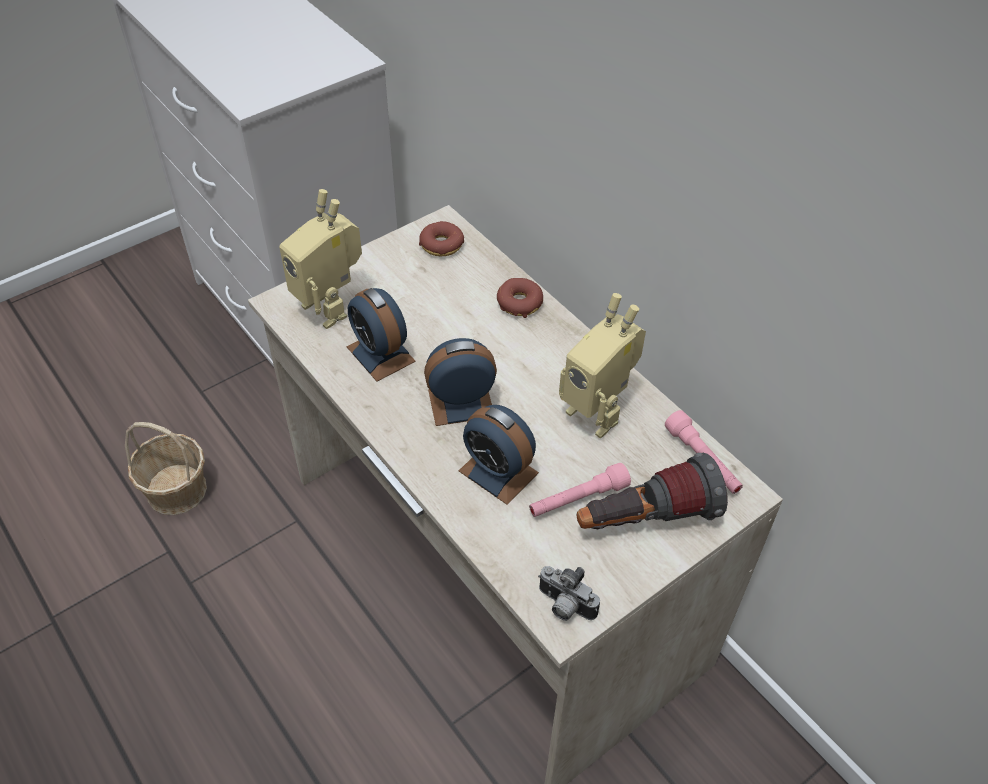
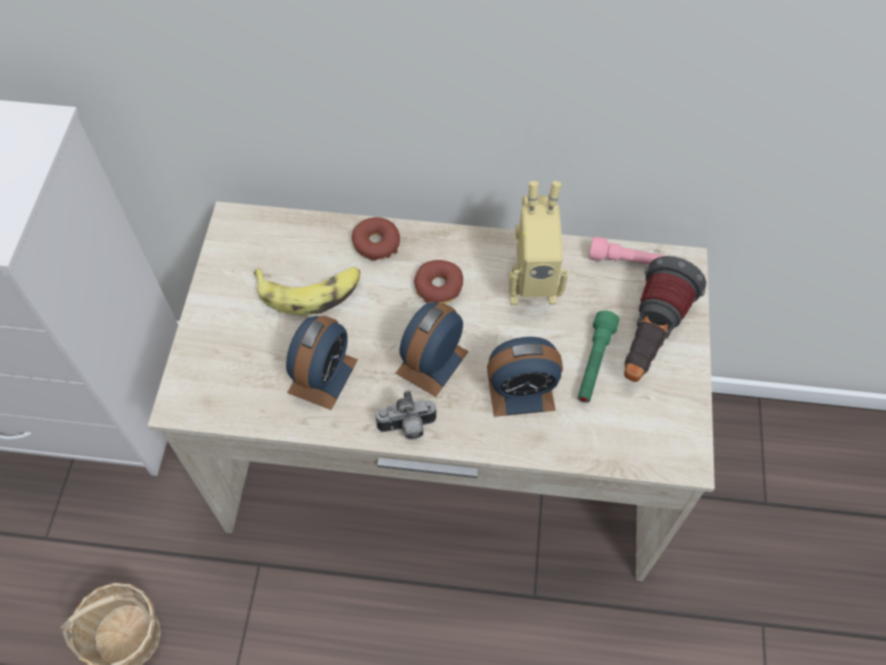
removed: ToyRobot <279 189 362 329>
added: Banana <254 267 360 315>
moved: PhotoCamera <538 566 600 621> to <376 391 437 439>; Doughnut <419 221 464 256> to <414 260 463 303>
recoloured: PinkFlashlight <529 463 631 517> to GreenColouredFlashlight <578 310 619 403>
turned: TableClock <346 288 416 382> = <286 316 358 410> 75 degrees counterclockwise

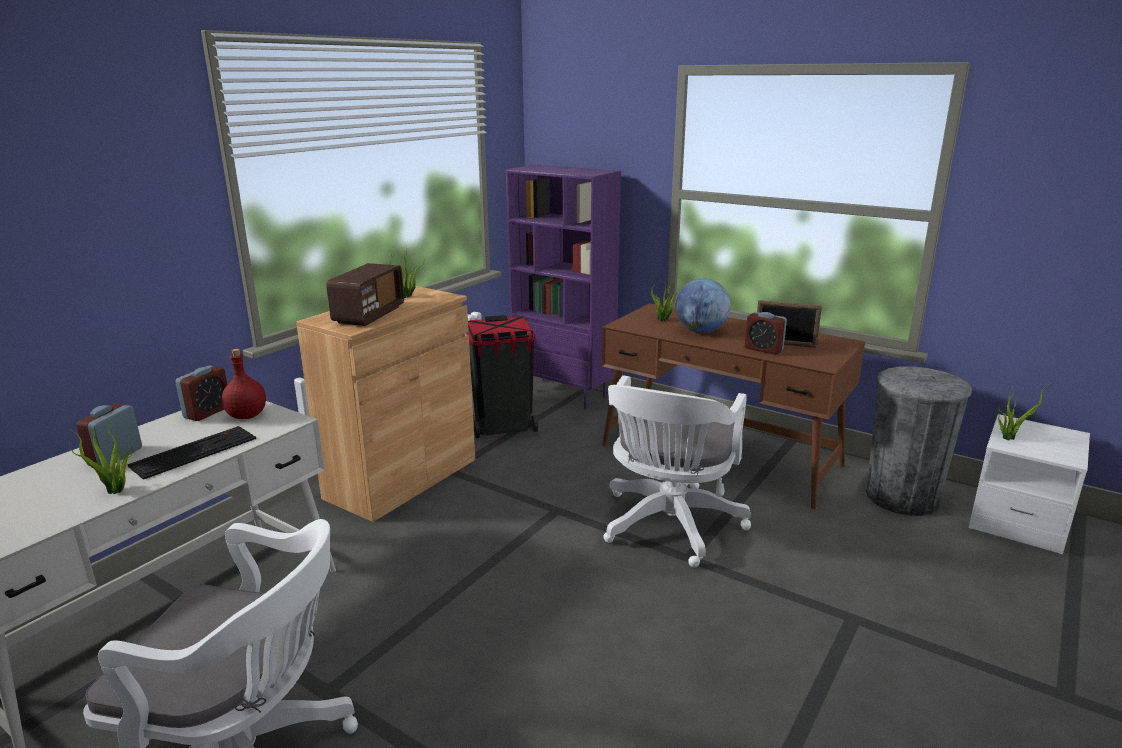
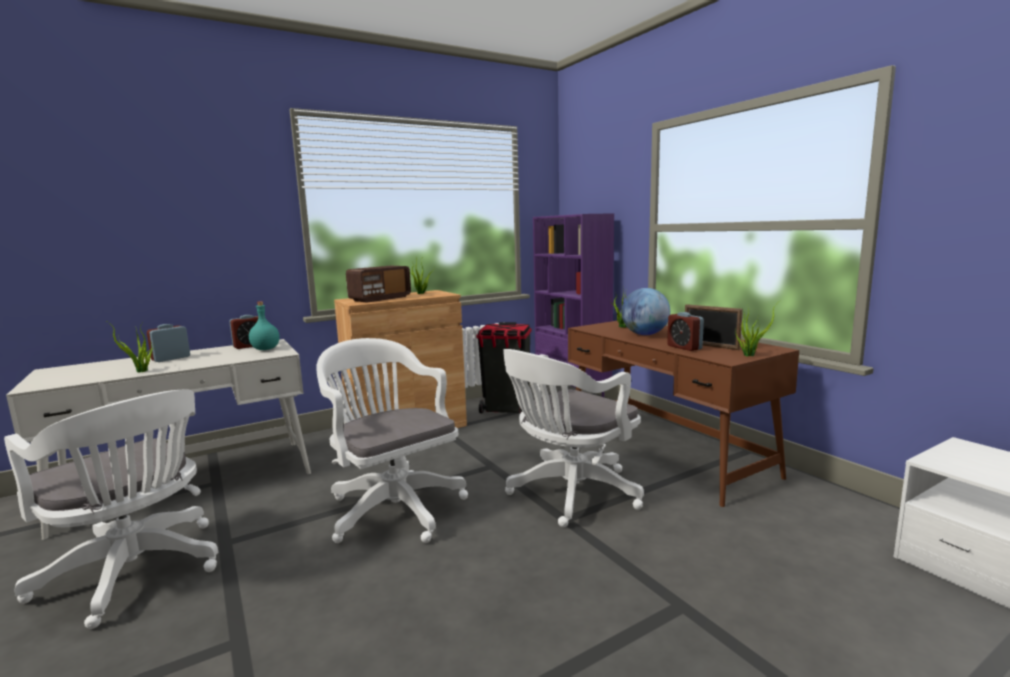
removed: PcKeyboard <127 426 256 480>; GreyTrashCan <866 367 972 516>
added: WhiteColouredDeskChair <316 338 468 543>
moved: PottedPlant <998 383 1050 441> to <735 305 776 356>
recoloured: ReddishBeverageBottle <222 349 266 419> to BlueGreenBeverageBottle <249 301 280 350>

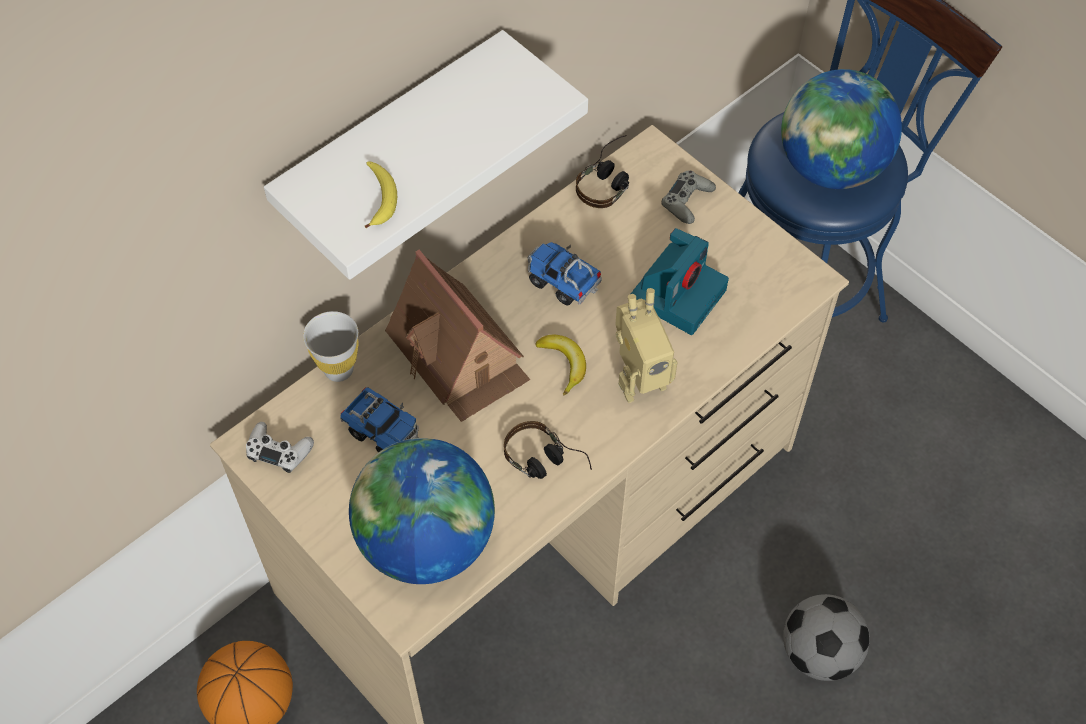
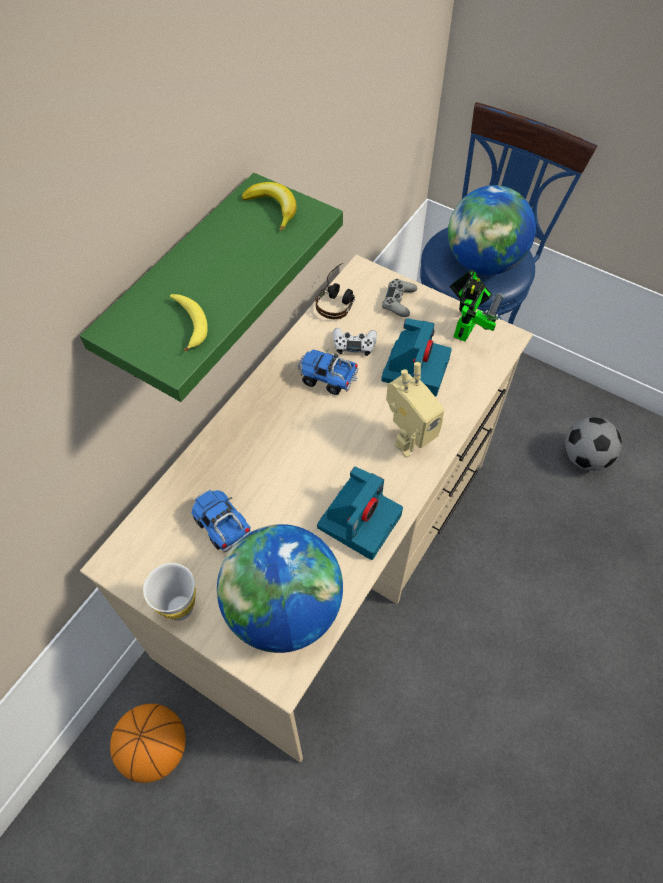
removed: ModelHouse <385 250 530 422>
added: ToyRobot <450 269 503 342>
moved: WhiteColouredSmallCup <303 311 359 382> to <143 563 196 621>; Banana <536 335 586 395> to <242 182 297 231>; WhiteColouredGameController <246 422 314 473> to <333 328 377 356>; BallForFootball <783 594 870 681> to <565 417 622 471>
replaced: PairOfHeadphones <504 421 592 479> to PhotoCamera <317 466 403 560>
recoloured: WhiteColouredBracketShelf <264 30 588 280> to GreenColouredBracketShelf <80 173 343 402>
turned: ToyTruck <340 387 419 452> = <191 490 251 553> 150 degrees counterclockwise

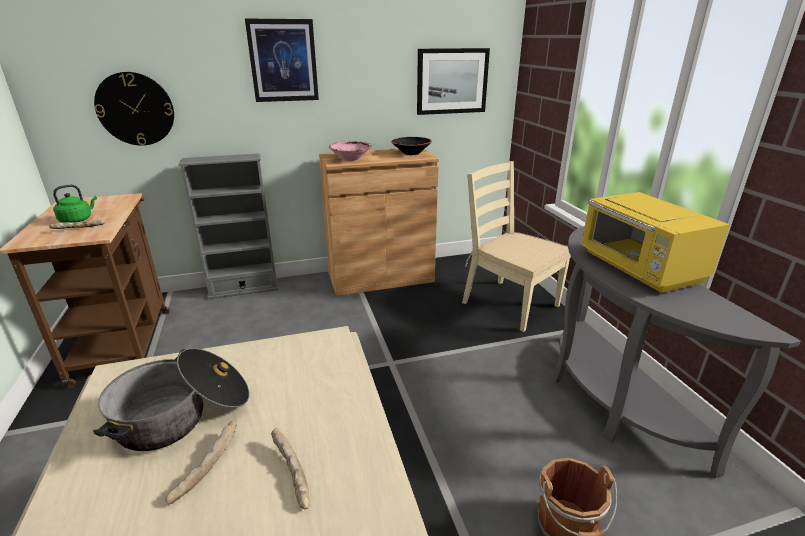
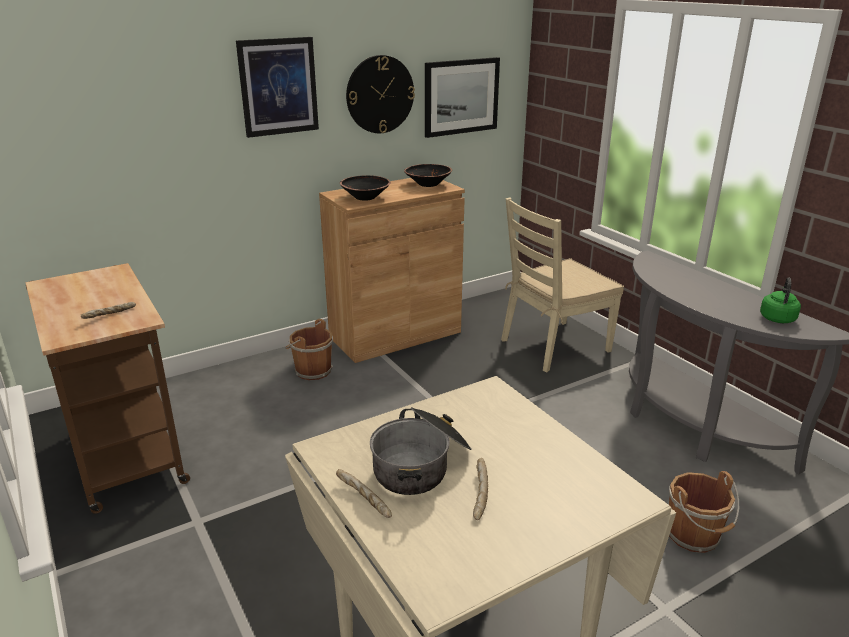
removed: GreyBookcase <178 153 279 299>; YellowColouredMicrowaveOven <581 192 730 293>
added: BrownishBucket <285 319 333 380>
moved: BakeryBread <271 428 310 509> to <336 469 392 518>; HangingClock <94 72 174 146> to <346 55 415 133>; GreenColouredKettle <53 184 97 223> to <760 277 801 323>
recoloured: PinkDeepDish <329 141 372 161> to BlackishDeepDish <340 175 391 201>
turned: SandColouredPlainChair <462 161 571 332> = <501 197 624 372> 60 degrees counterclockwise

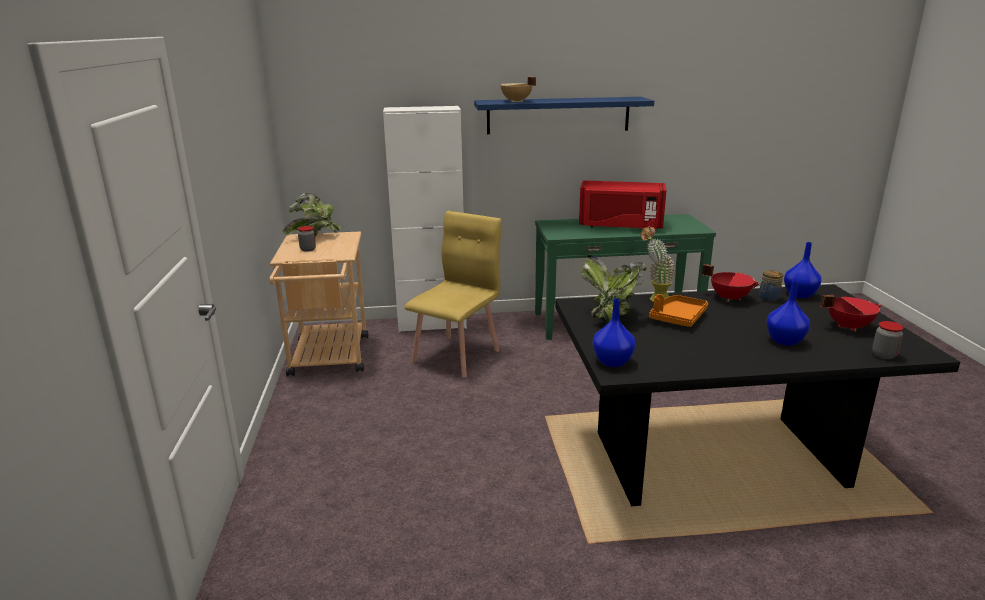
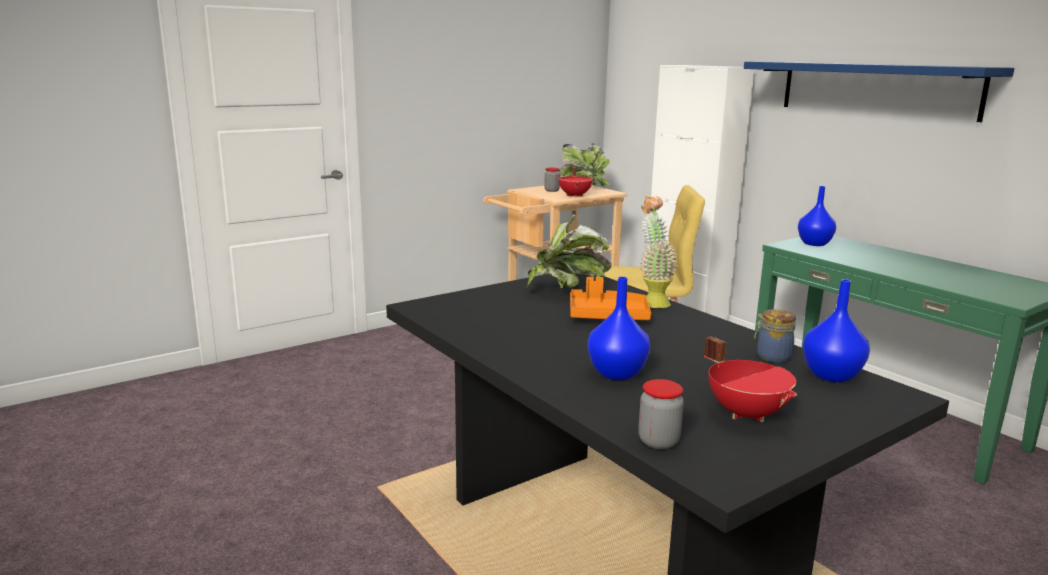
removed: SandColouredCookingPot <501 77 536 102>; ReddishMicrowaveOven <579 180 666 229>
moved: ReddishCookingPot <702 264 760 302> to <558 166 593 198>; BlueColouredFlowerVase <593 298 635 367> to <798 186 836 246>

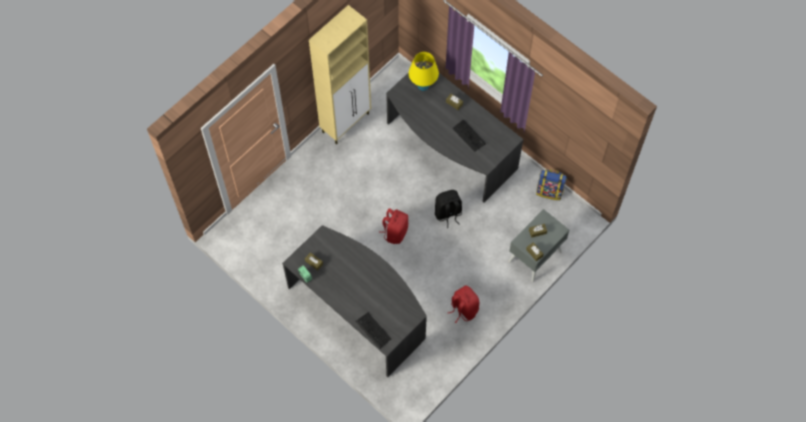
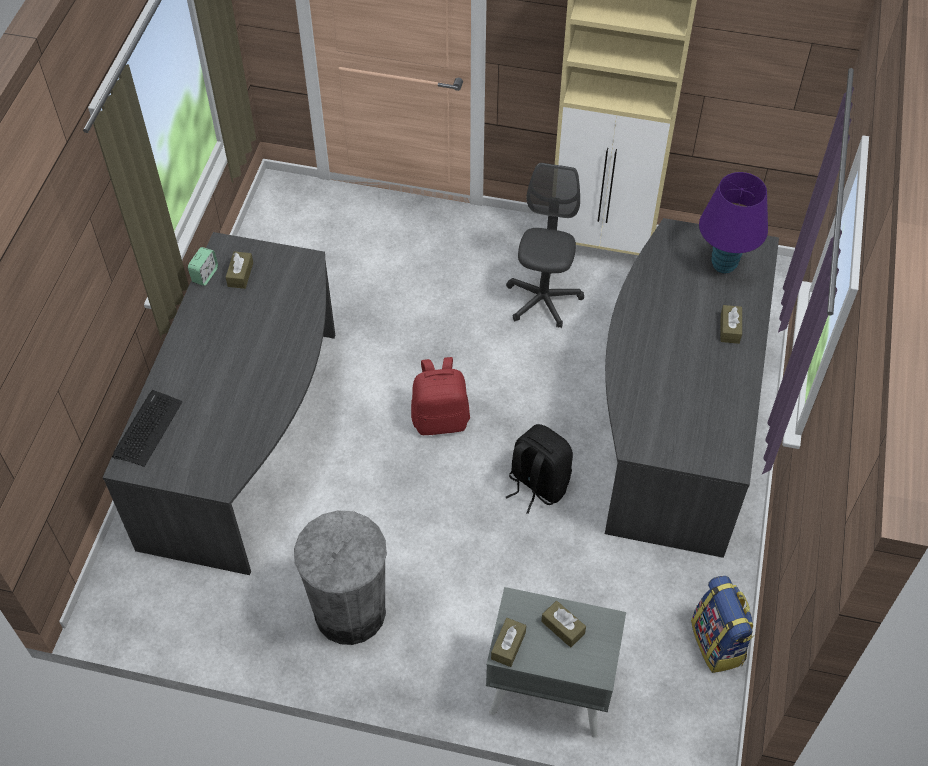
removed: PcKeyboard <452 120 486 152>
added: GreyDeskChair <506 163 584 328>
replaced: ReddishKnapsack <448 285 479 323> to GreyTrashCan <294 510 387 645>
recoloured: YellowColouredLampForATable <409 52 439 91> to PurpleColouredLampForATable <699 172 768 273>

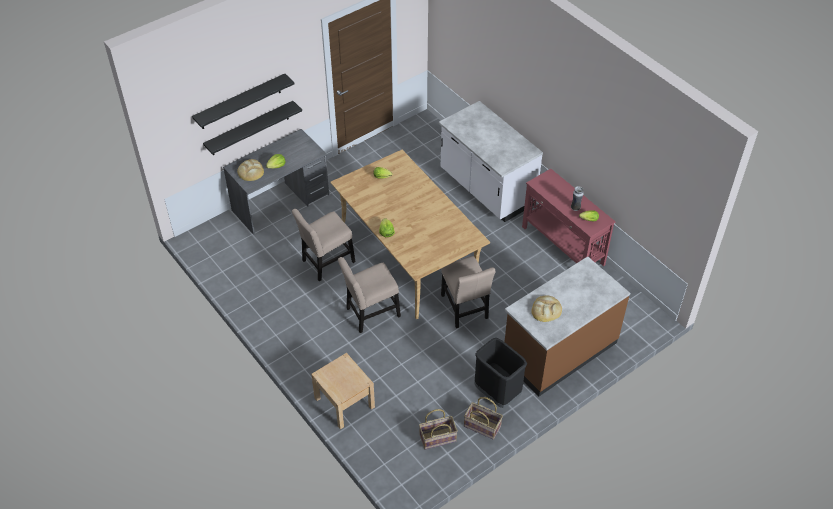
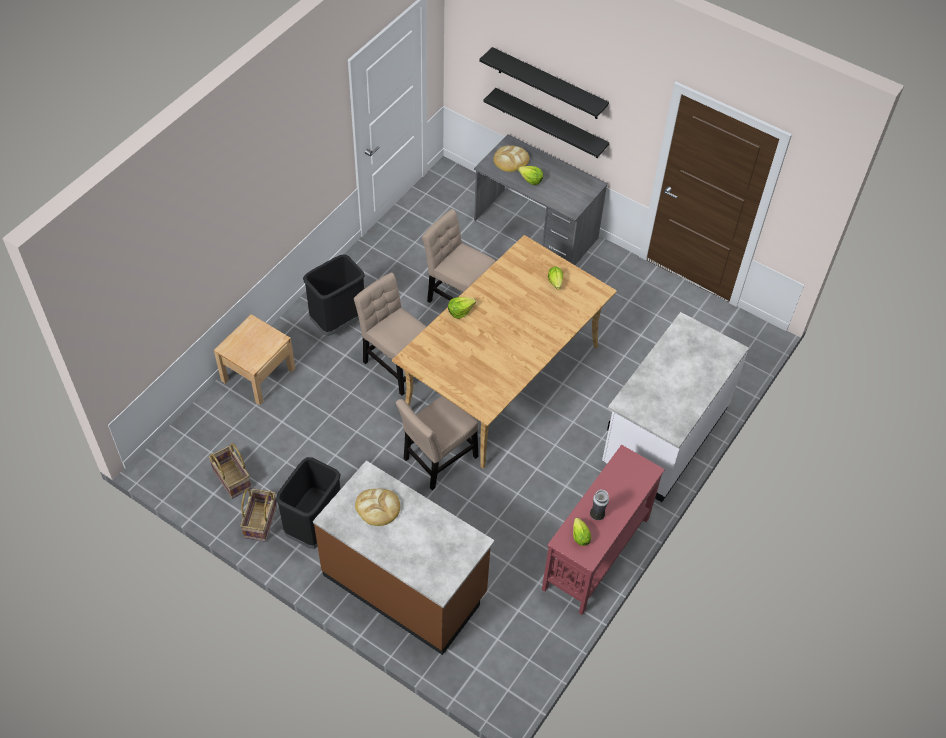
added: BlackishTrashCan <303 254 365 336>

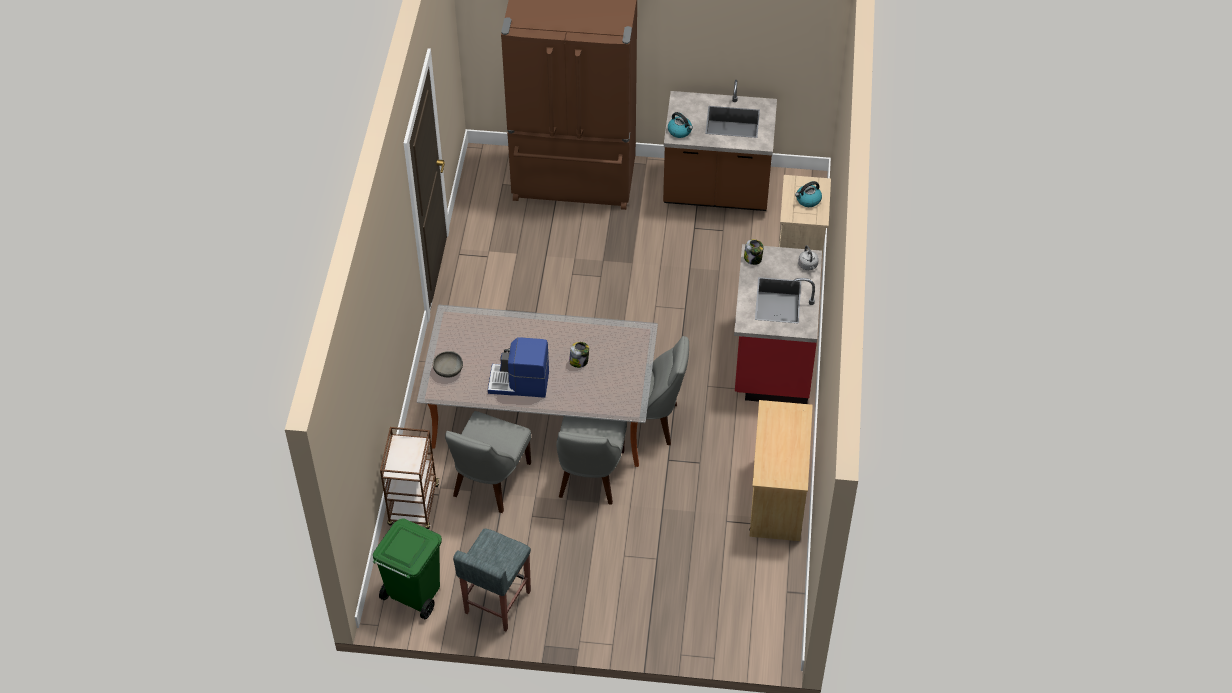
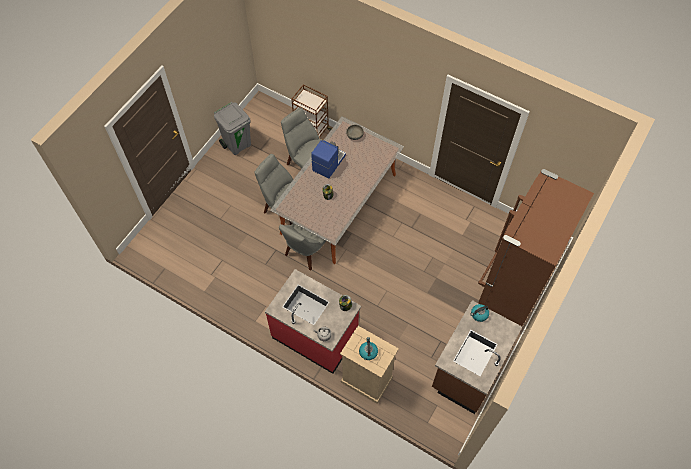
removed: GreenColouredTrashCan <373 518 442 619>; SandColouredDrawerChest <749 400 813 541>
replaced: GreyStoolSeat <453 529 531 631> to GreyTrashCan <214 102 251 155>

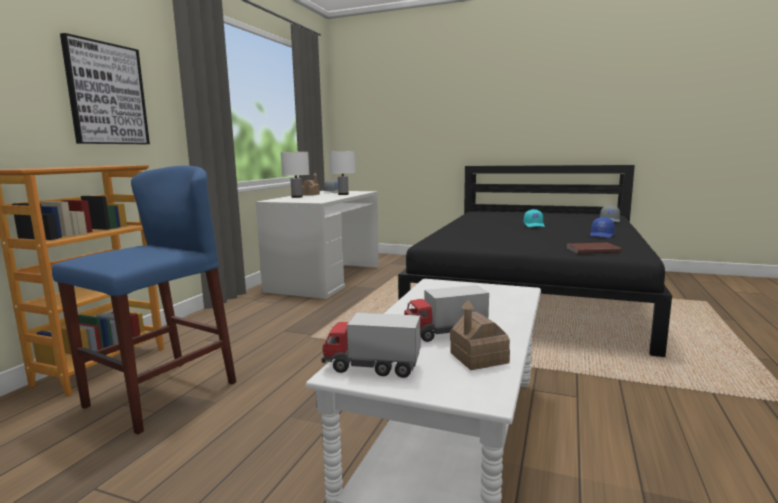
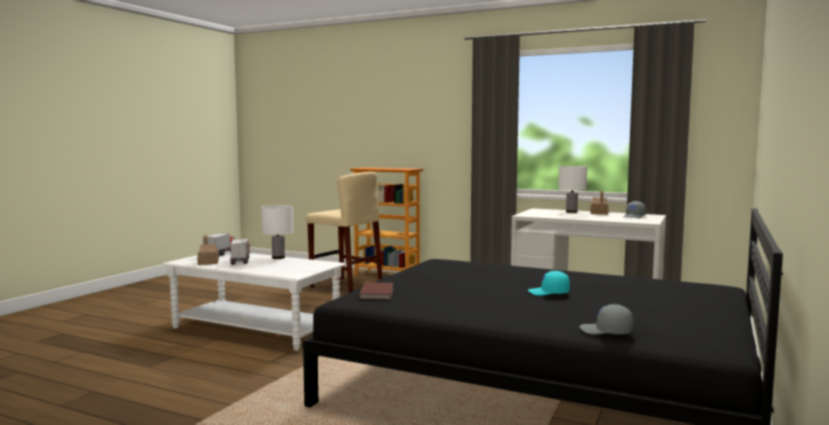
removed: WallPicture <60 33 150 144>; BlueColouredBaseballCap <590 217 615 238>
moved: WhiteColouredLampForATable <329 151 356 195> to <261 205 294 259>
recoloured: BlueColouredStoolSeat <52 166 236 434> to SandColouredStoolSeat <306 172 382 293>

